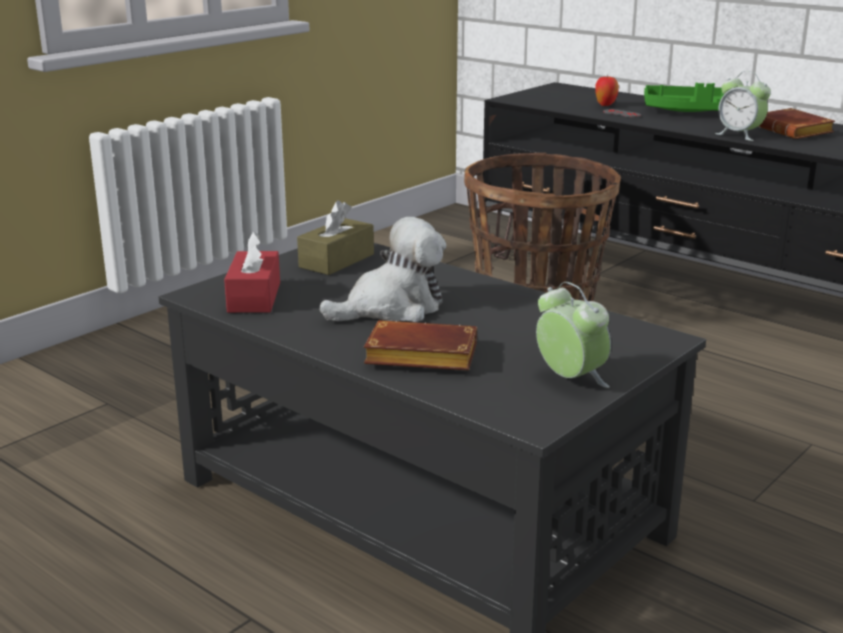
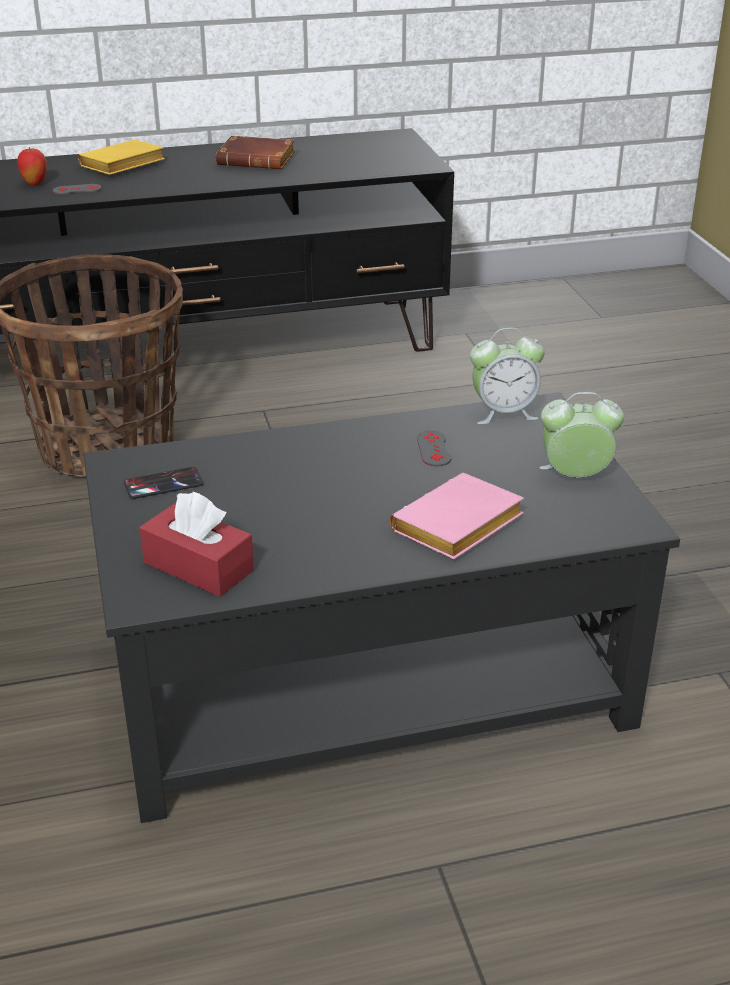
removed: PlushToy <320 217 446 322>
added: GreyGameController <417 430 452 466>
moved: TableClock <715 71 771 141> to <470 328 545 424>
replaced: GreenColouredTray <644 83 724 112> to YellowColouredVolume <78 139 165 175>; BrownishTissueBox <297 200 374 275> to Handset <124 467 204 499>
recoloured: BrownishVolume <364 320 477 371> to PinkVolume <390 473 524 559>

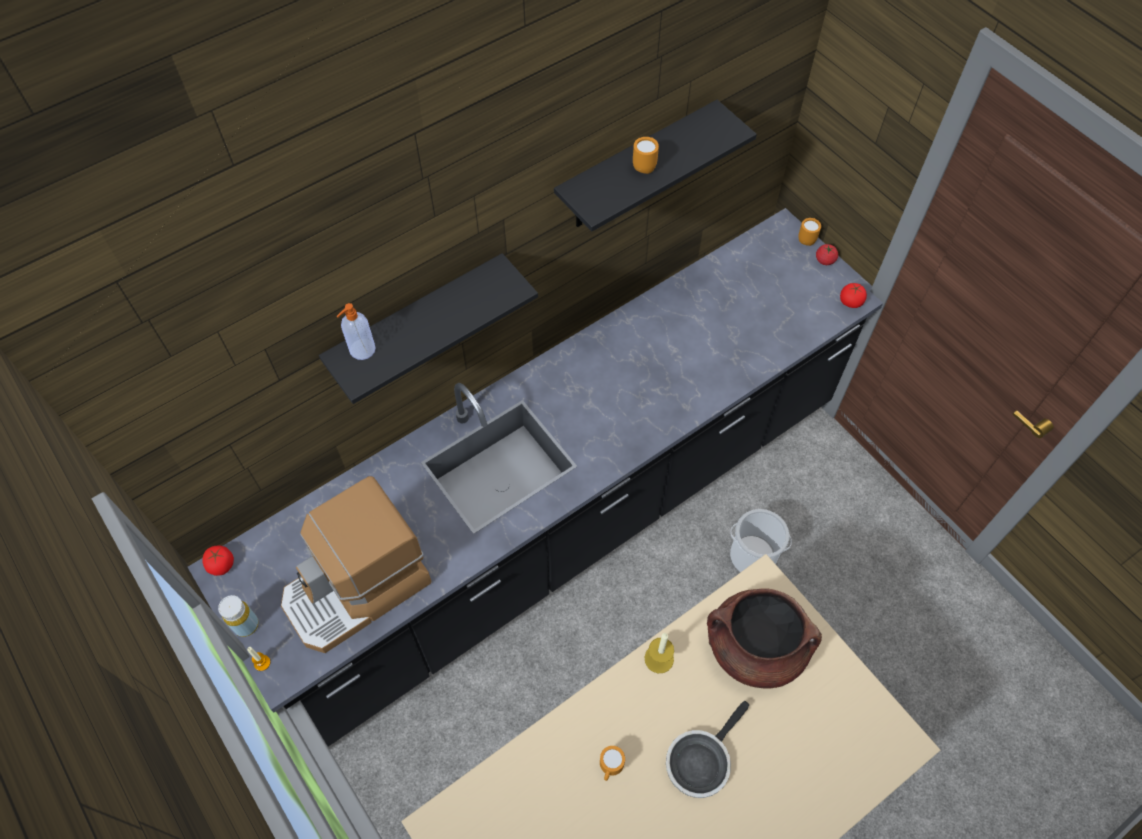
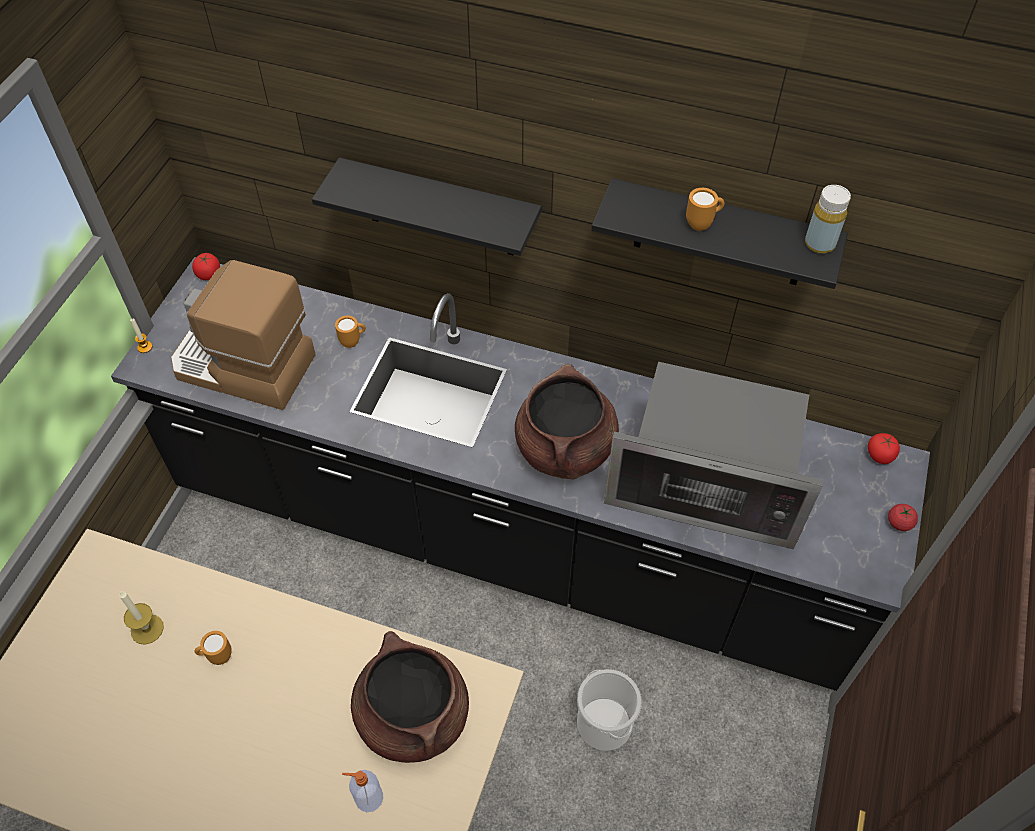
removed: Skillet <666 701 750 798>
added: BrownishCookingPot <515 364 619 479>; MicrowaveOven <604 362 823 550>
moved: Candle <644 633 674 673> to <119 591 164 645>; OrangeColouredTeaMug <799 218 821 246> to <335 315 366 348>; LiquidSoapBottle <336 303 376 360> to <342 770 383 812>; YellowColouredBeverageBottle <218 595 259 637> to <805 185 851 254>; WholeTomato <840 283 867 308> to <868 433 900 464>

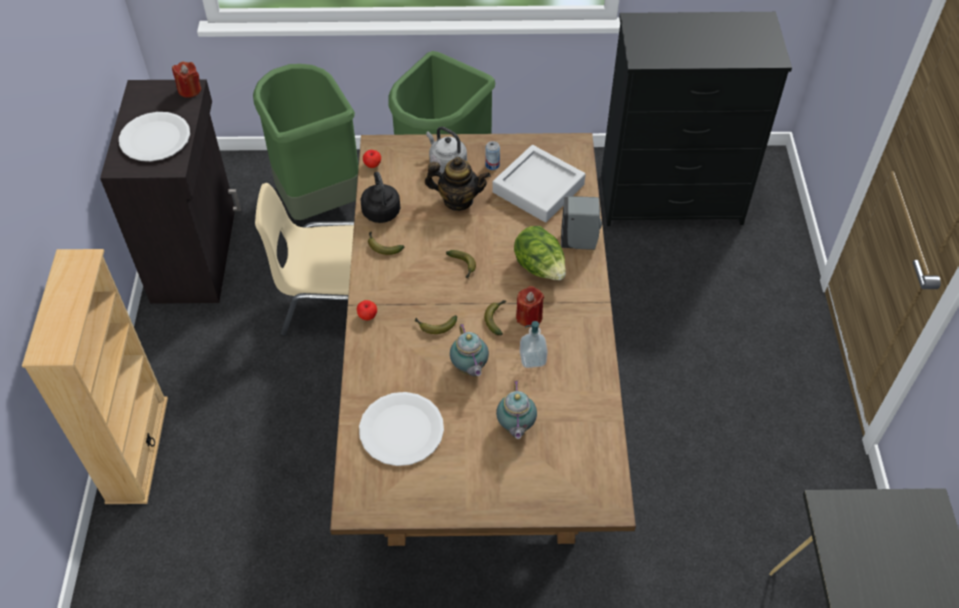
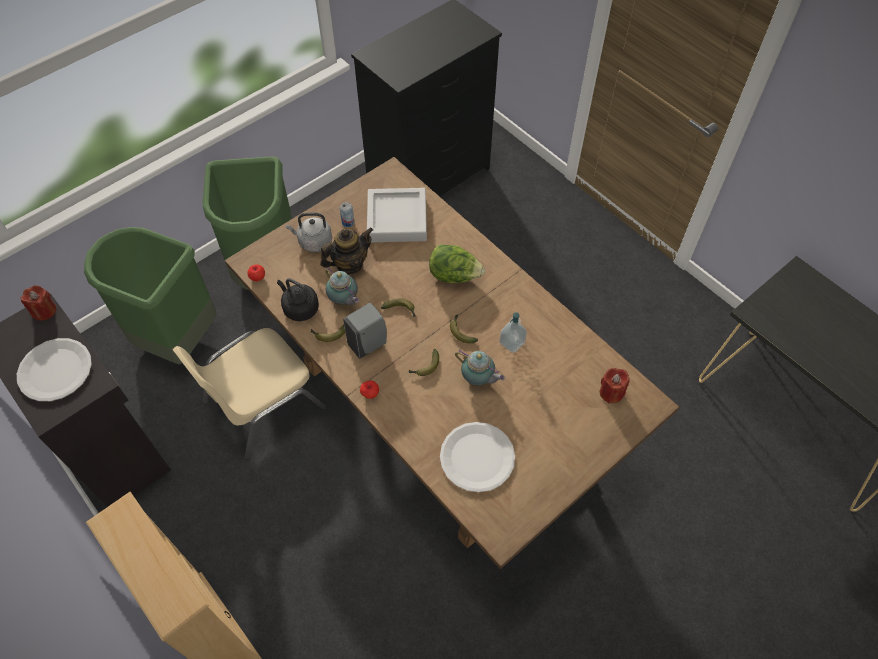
moved: PotForTea <496 380 537 439> to <325 267 359 306>; GreyLiquidSoapBottle <561 196 602 250> to <343 303 387 359>; ReddishCandle <516 286 544 327> to <600 368 630 404>

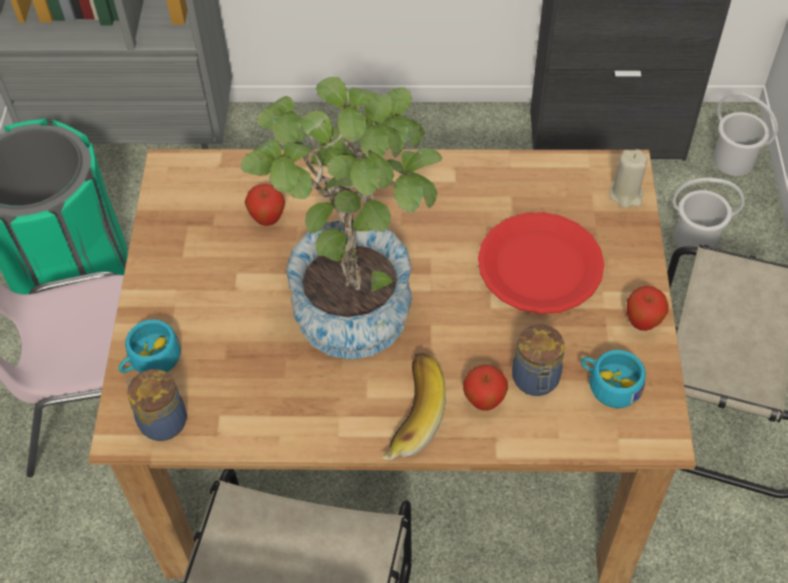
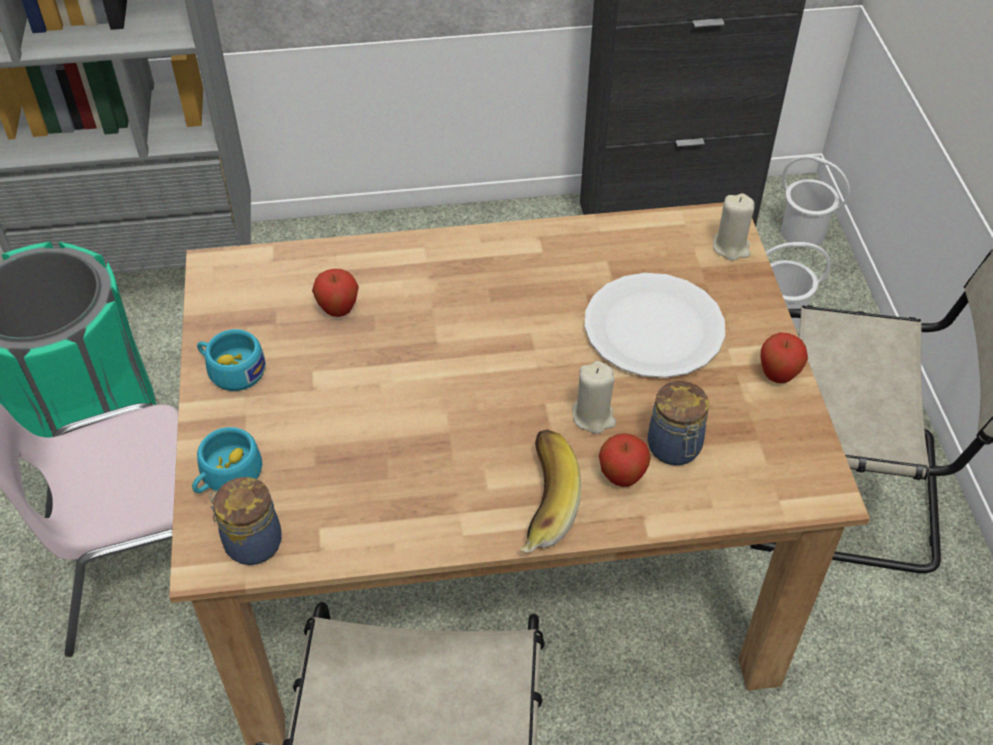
removed: PottedPlant <241 77 443 360>
added: SandColouredCandle <572 361 616 434>
moved: BlueGreenSmallCup <581 350 646 408> to <197 329 266 391>
recoloured: ReddishPlate <478 212 604 314> to WhiteColouredPlate <585 273 725 378>

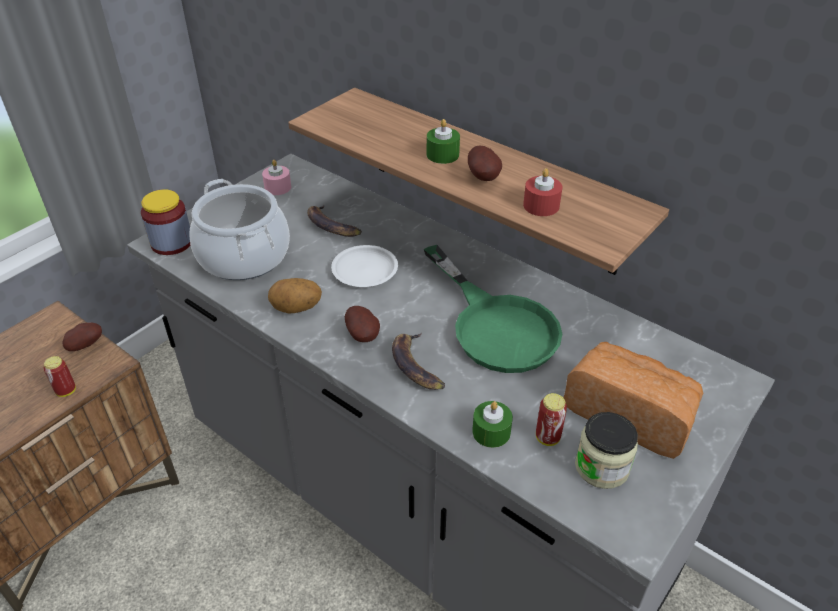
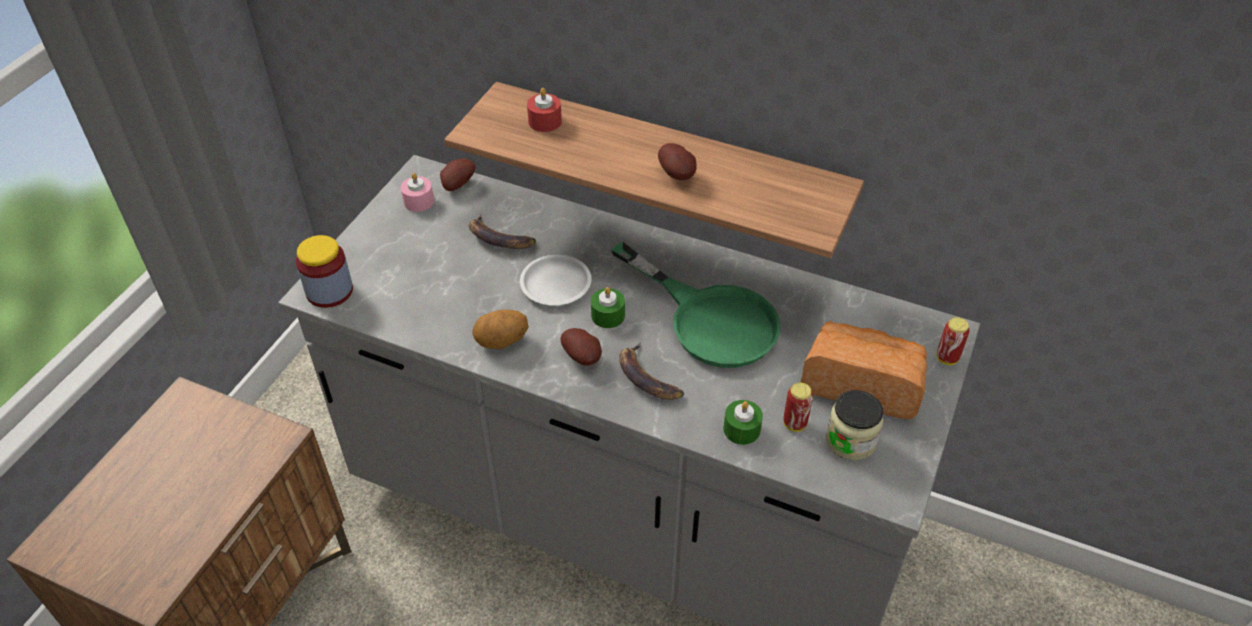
removed: CookingPot <189 179 290 280>
moved: Potato <62 322 102 351> to <440 159 475 191>; ReddishCandle <523 168 562 216> to <527 88 562 132>; GreenColouredCandle <427 119 460 164> to <591 287 625 328>; SealedCan <44 356 76 397> to <937 317 969 365>

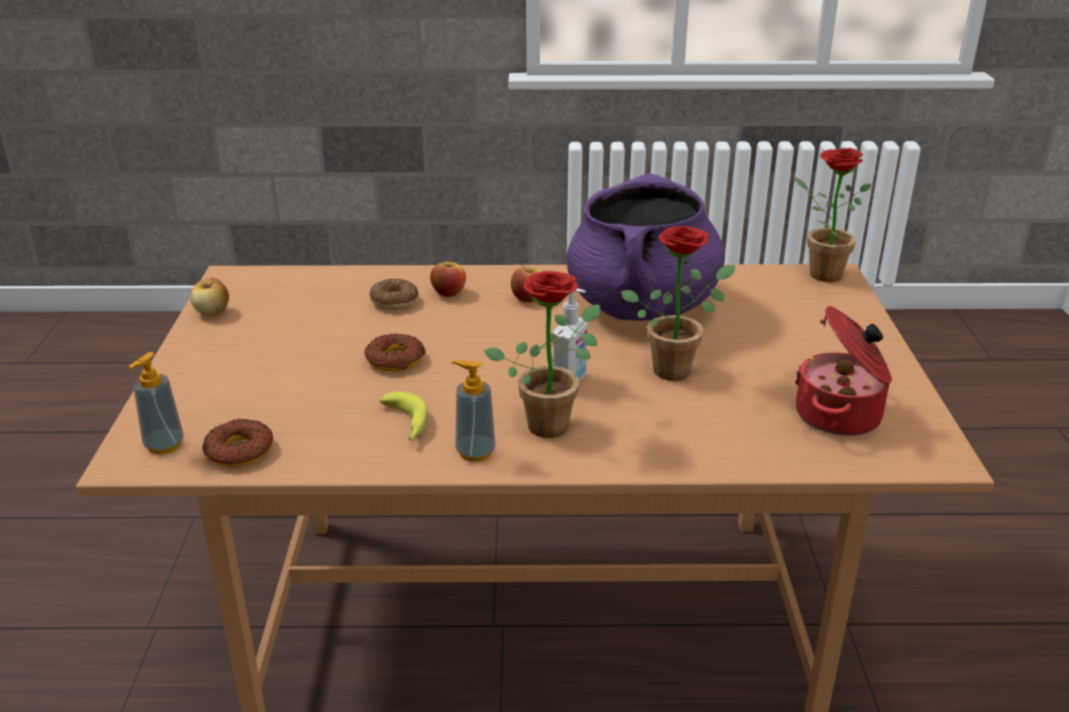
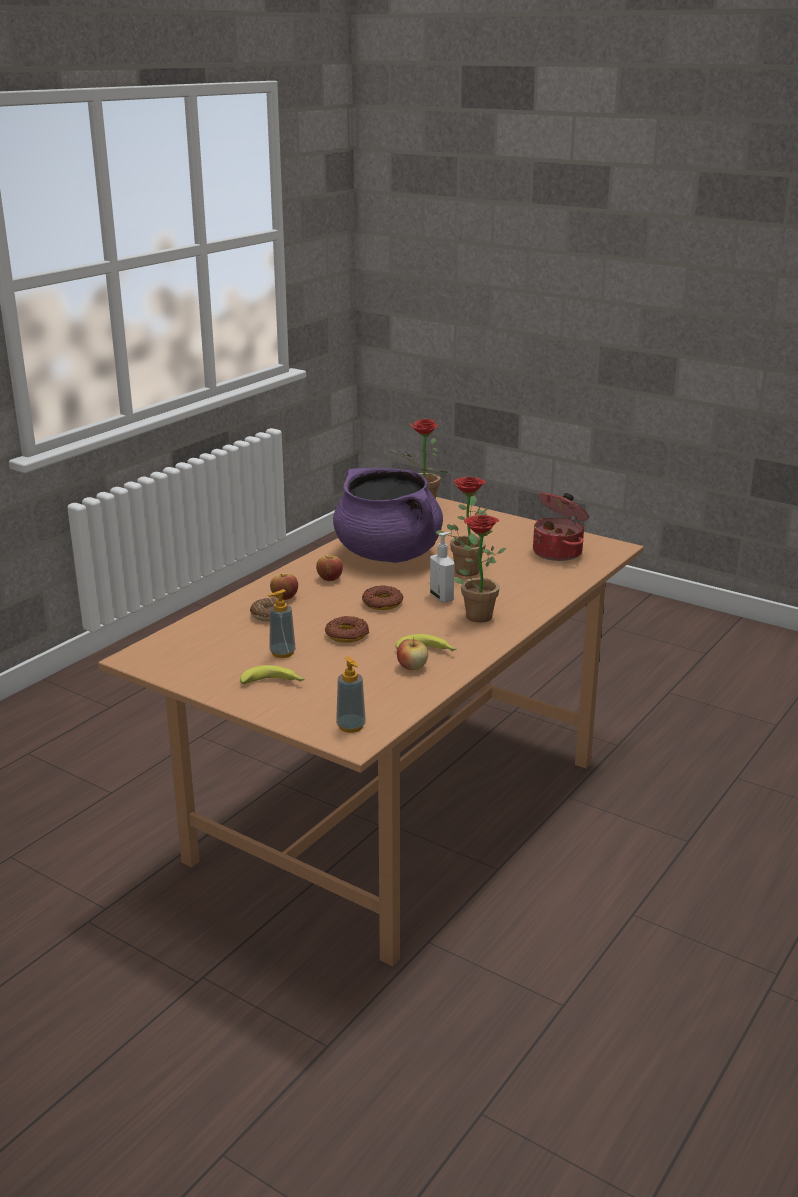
added: Banana <240 665 304 684>
moved: LiquidSoapBottle <452 360 495 462> to <268 589 296 658>; Doughnut <202 419 273 467> to <362 585 403 610>; AppleFruit <190 278 229 316> to <397 637 428 670>

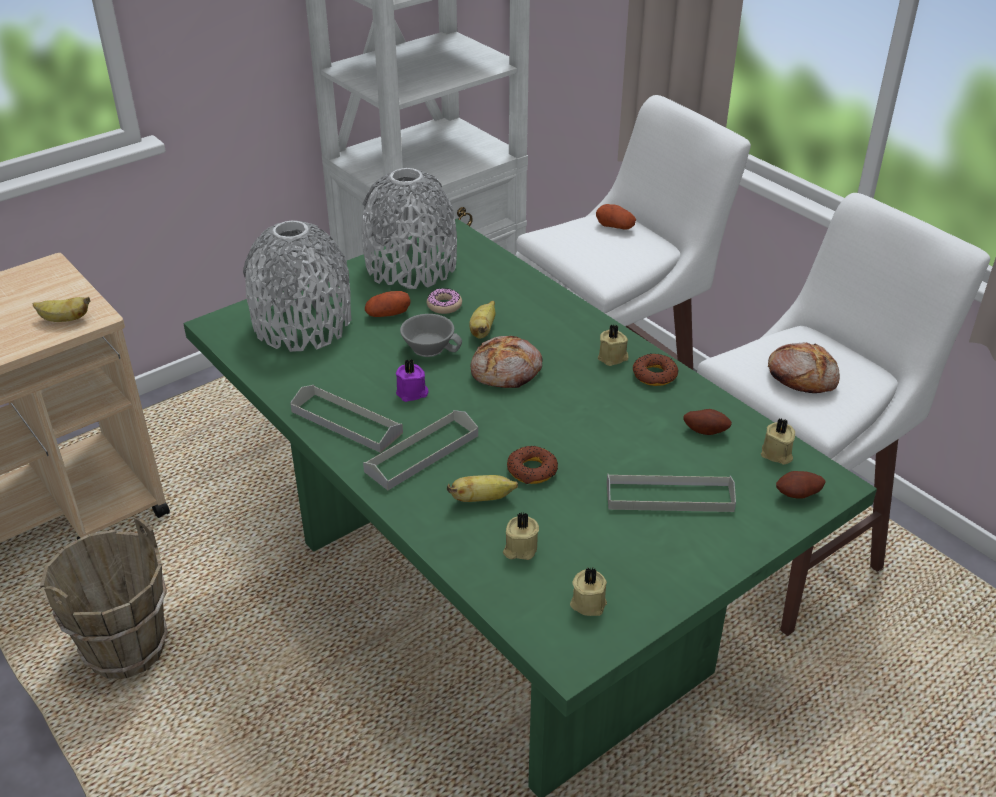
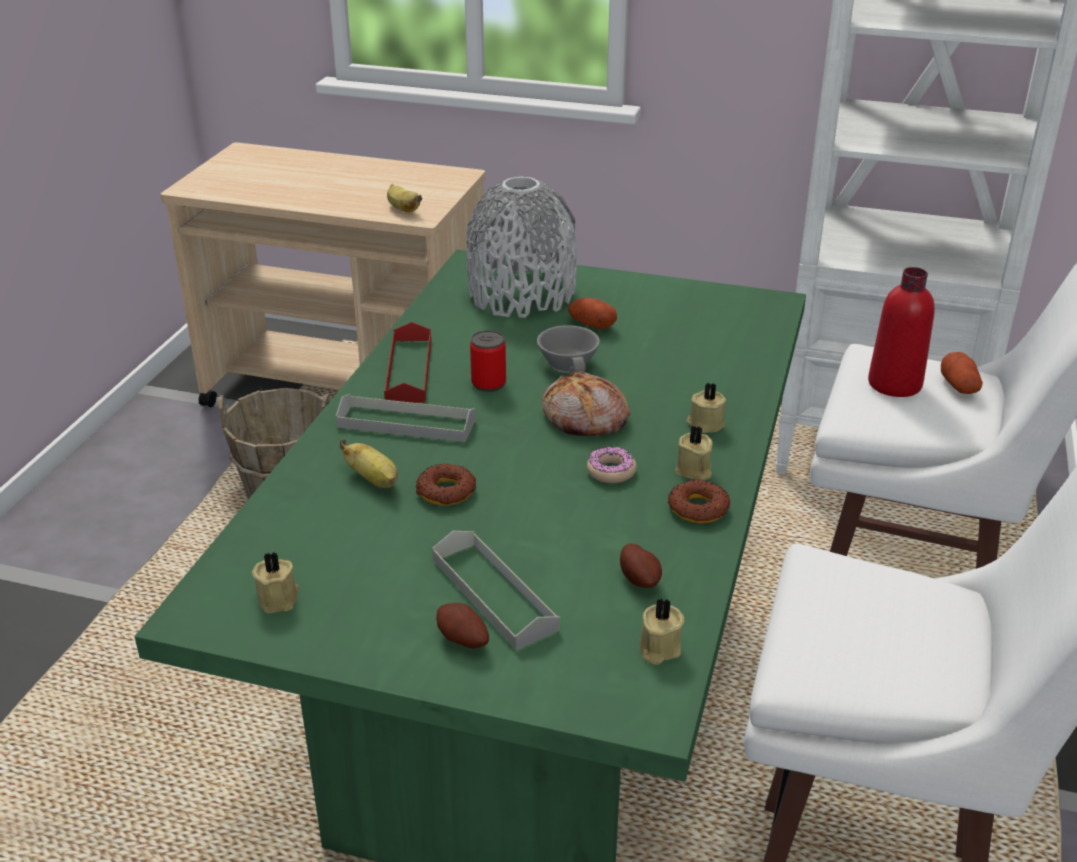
removed: GreyFlowerVase <362 168 457 289>; Banana <469 301 495 339>; BakeryBread <768 342 840 393>
added: ReddishBeverageBottle <868 267 935 397>
moved: Potato <776 471 826 499> to <436 603 489 649>; Doughnut <427 288 462 314> to <587 447 637 483>; SandColouredCandle <503 512 539 560> to <686 383 726 433>
replaced: PurpleColouredCandle <396 359 429 402> to SealedCan <470 331 506 392>
recoloured: GreyTray <290 385 403 453> to ReddishTray <384 322 431 403>

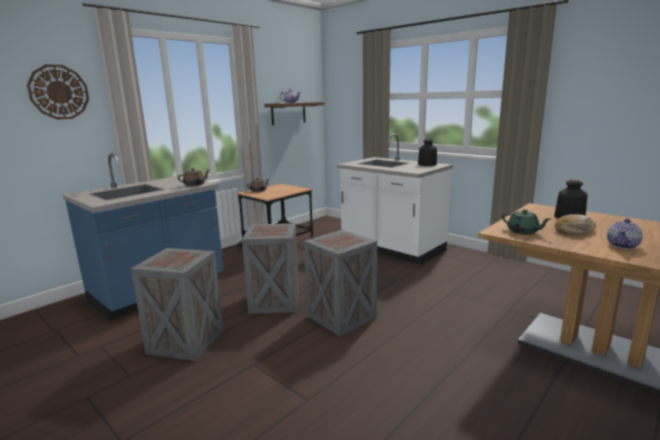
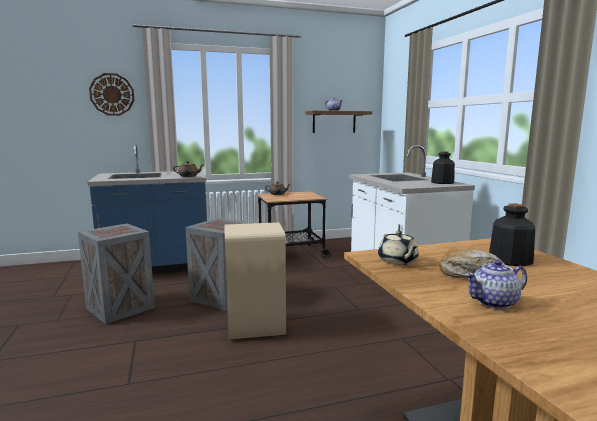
replaced: Crate <304 230 377 336> to SandColouredTrashCan <225 222 286 340>
recoloured: GreenColouredPotForTea <502 209 551 235> to SandColouredPotForTea <378 231 419 265>

